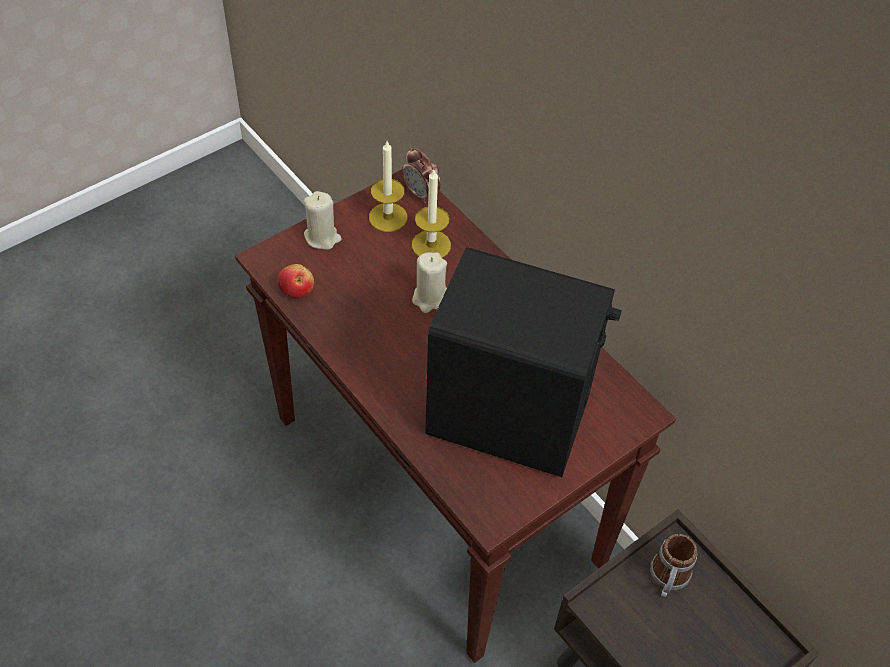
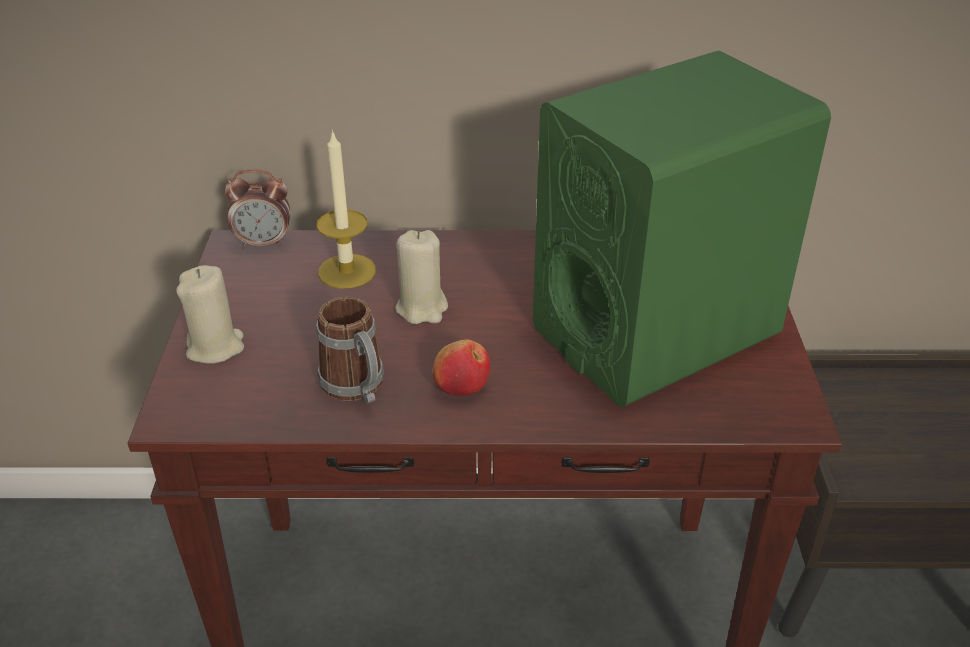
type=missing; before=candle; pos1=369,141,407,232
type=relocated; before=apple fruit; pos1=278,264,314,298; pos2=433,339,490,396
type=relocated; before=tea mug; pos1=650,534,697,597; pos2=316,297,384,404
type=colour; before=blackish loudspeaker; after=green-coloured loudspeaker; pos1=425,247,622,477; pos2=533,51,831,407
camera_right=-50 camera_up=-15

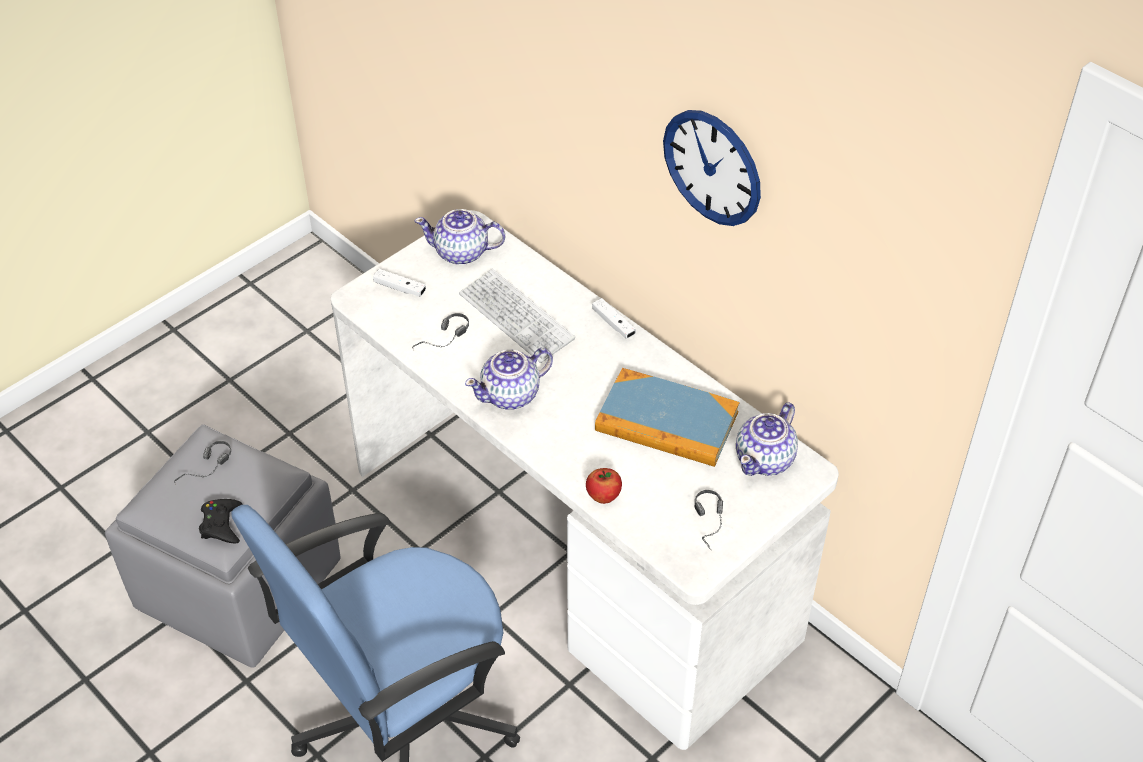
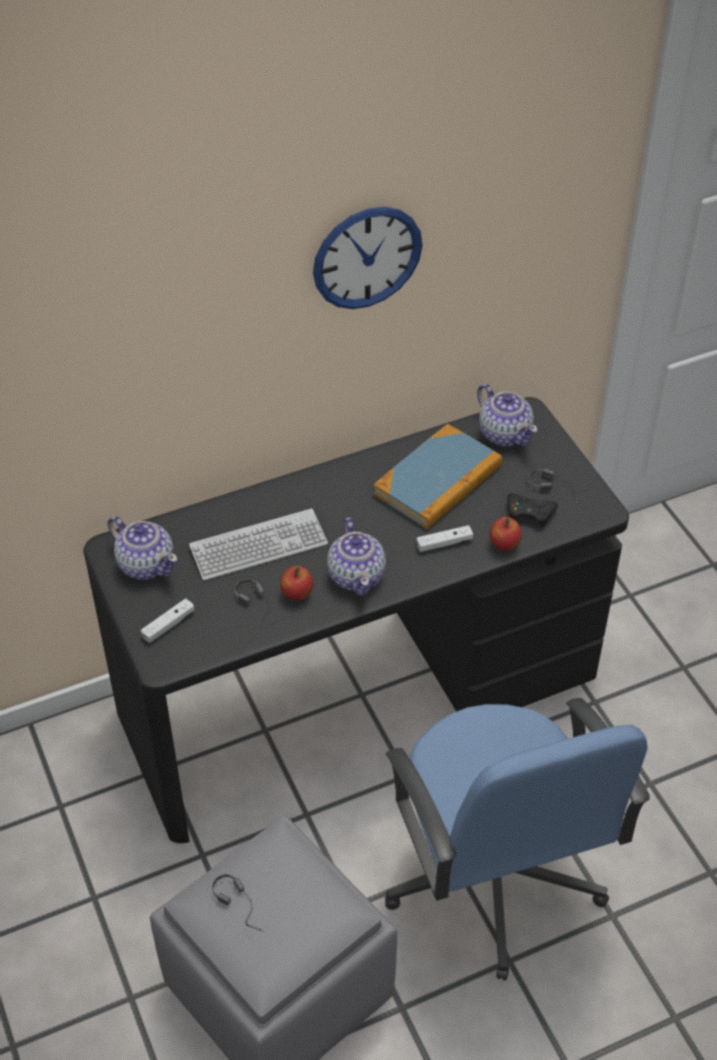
type=appeared; after=apple fruit; pos2=280,566,313,600
type=relocated; before=blackish gamepad; pos1=199,499,243,543; pos2=507,493,558,528
type=relocated; before=whitish gamepad; pos1=592,298,636,339; pos2=417,525,473,552
type=colour; before=whitish desk; after=blackish desk; pos1=331,210,839,750; pos2=83,397,629,843
type=spun; before=tea pot; pos1=415,209,505,265; pos2=108,516,178,580; turn=-75
camera_right=-70 camera_up=0

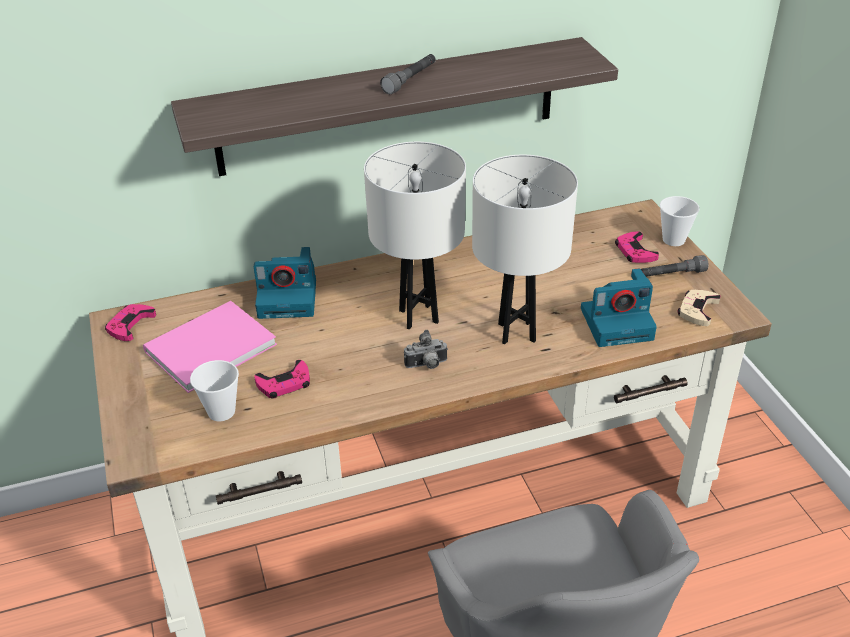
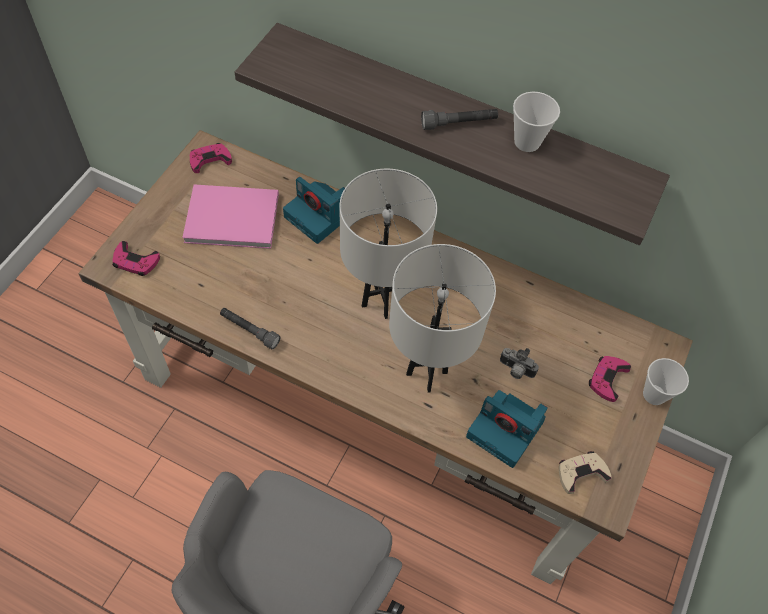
type=relocated; before=small cup; pos1=190,360,239,421; pos2=513,92,560,152
type=relocated; before=pink-coloured gamepad; pos1=255,360,310,399; pos2=112,241,160,276
type=relocated; before=still camera; pos1=404,330,448,369; pos2=500,348,539,379
type=relocated; before=grey flashlight; pos1=641,255,709,277; pos2=220,308,281,349
camera_right=40 camera_up=20

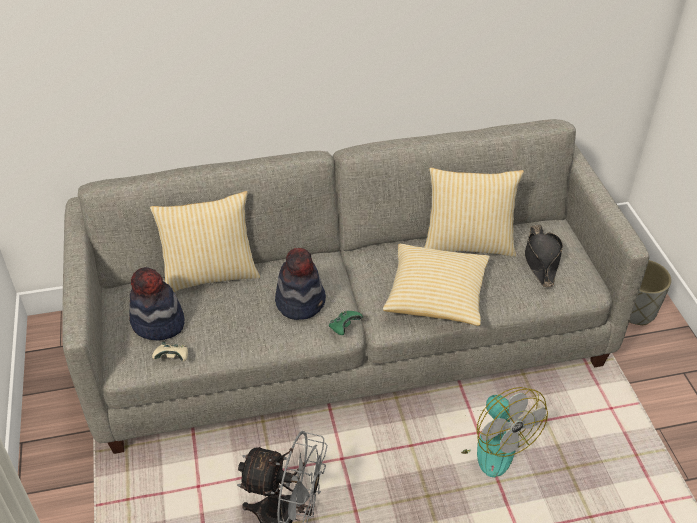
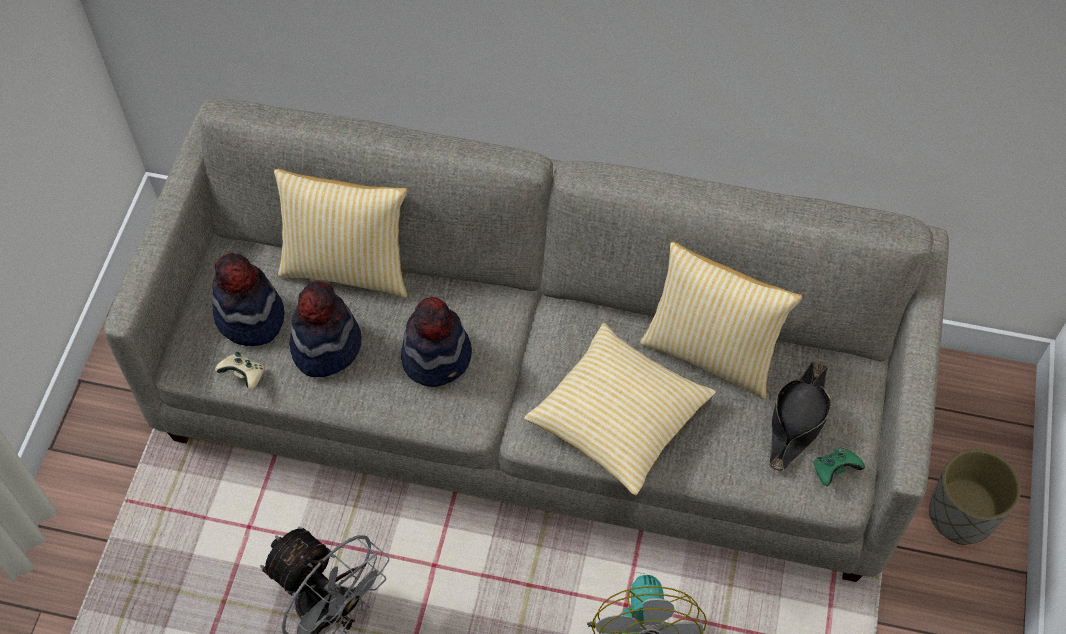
type=appeared; after=hat; pos2=290,281,361,377
type=relocated; before=green-coloured gamepad; pos1=329,311,363,335; pos2=813,448,865,486
camera_right=25 camera_up=15

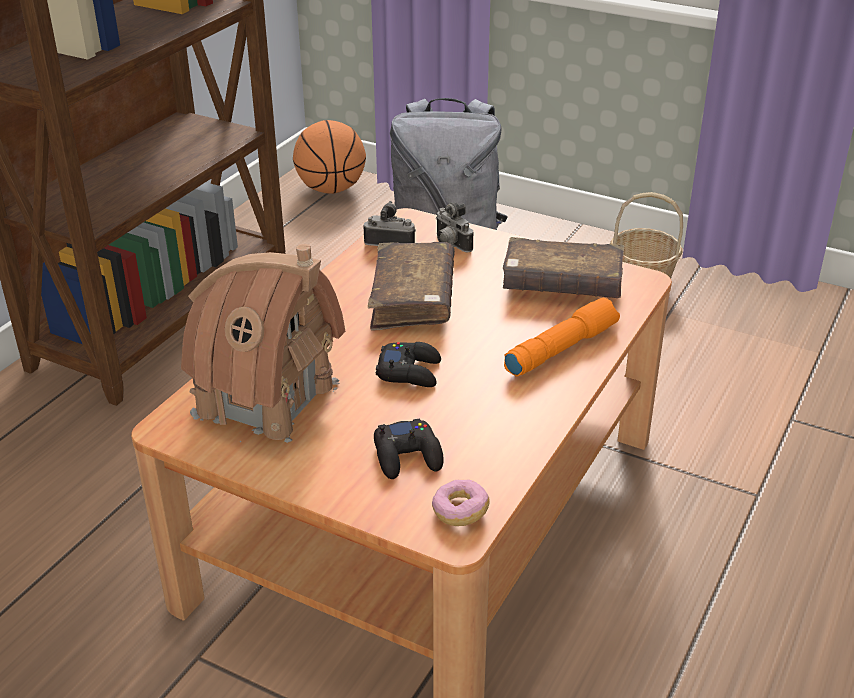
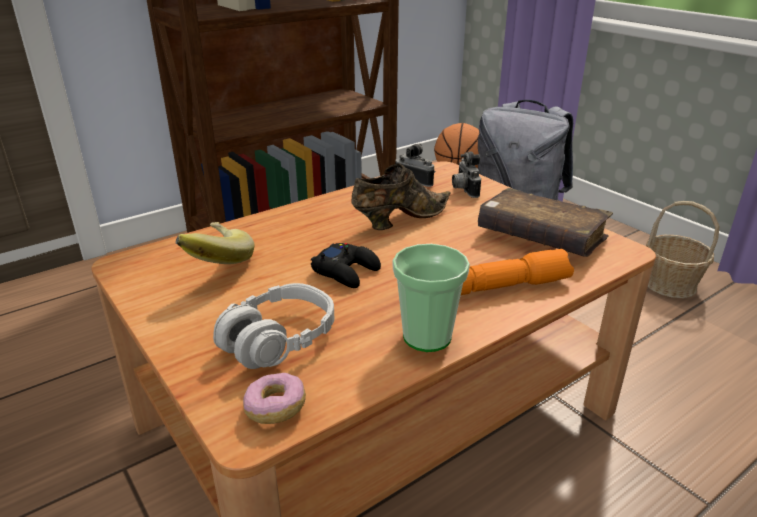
type=appeared; after=small cup; pos2=393,244,470,352
type=exchanged; before=miniature house; after=banana fruit; pos1=181,244,346,443; pos2=176,222,255,264
type=exchanged; before=brown volume; after=brown shoe; pos1=368,242,455,330; pos2=351,164,451,230
type=exchanged; before=blackish gamepad; after=grey headset; pos1=374,418,444,479; pos2=213,283,334,369
camera_right=25 camera_up=-5

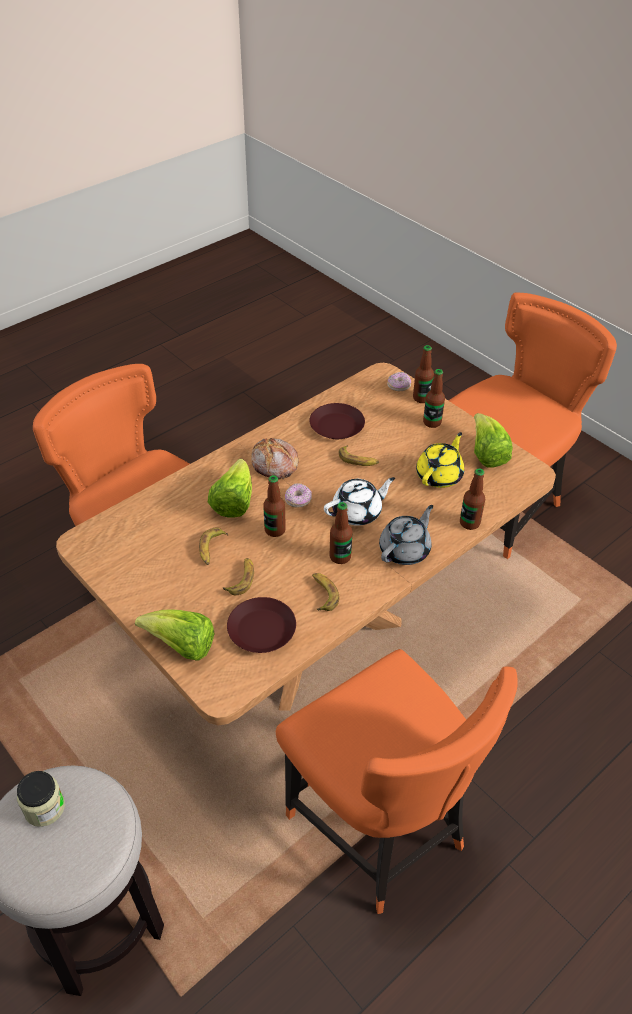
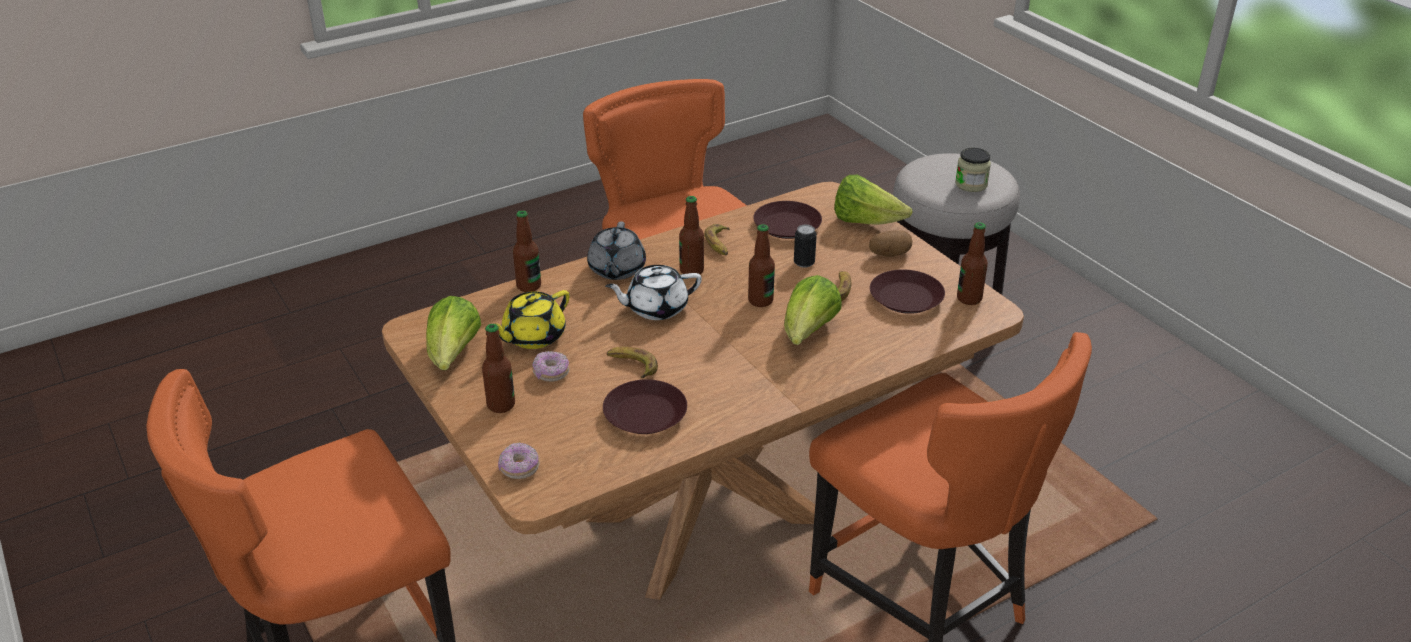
type=missing; before=bread; pos1=251,438,299,479
type=appeared; after=spud; pos2=869,230,912,257
type=appeared; after=brown plate; pos2=870,269,945,314
type=relocated; before=donut; pos1=285,483,312,508; pos2=532,351,569,382
type=relocated; before=bottle; pos1=413,345,434,403; pos2=957,222,988,305
type=exchanged; before=banana fruit; after=metal can; pos1=223,558,254,595; pos2=794,225,817,268
type=spun; before=grey tea pot; pos1=379,505,433,565; pos2=587,221,646,280; turn=-45
camera_right=-170 camera_up=-10

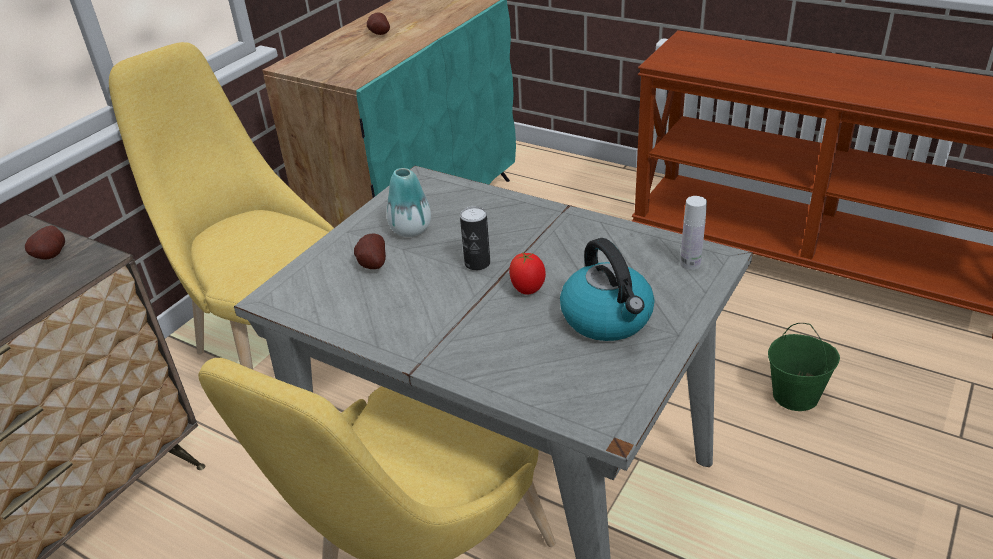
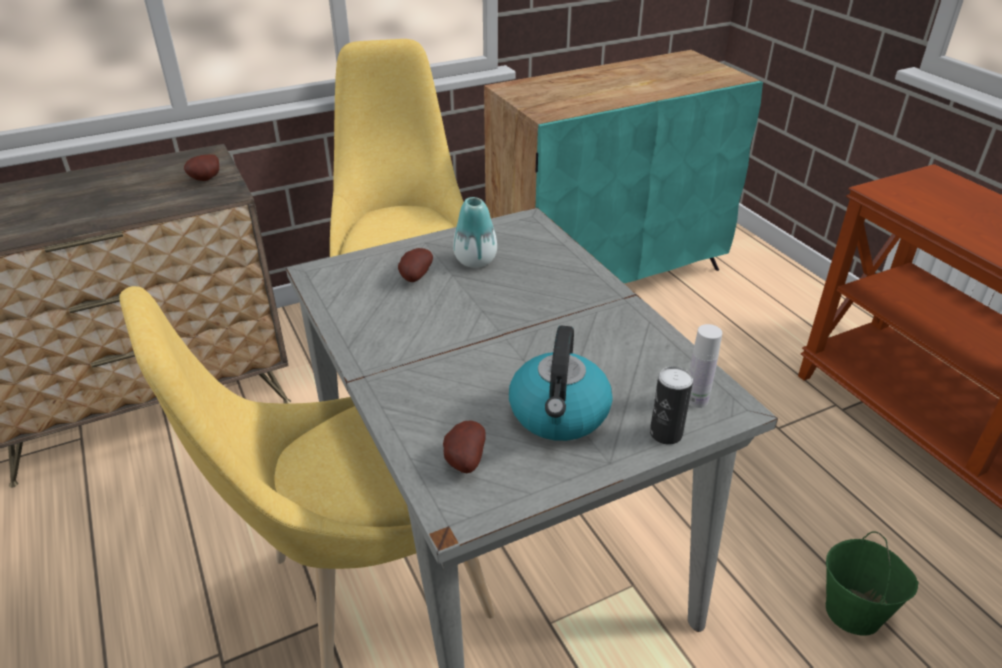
type=missing; before=tomato; pos1=509,252,546,295
type=relocated; before=spud; pos1=367,13,390,35; pos2=443,420,486,473
type=relocated; before=metal can; pos1=460,206,490,270; pos2=650,366,693,445
camera_right=30 camera_up=0

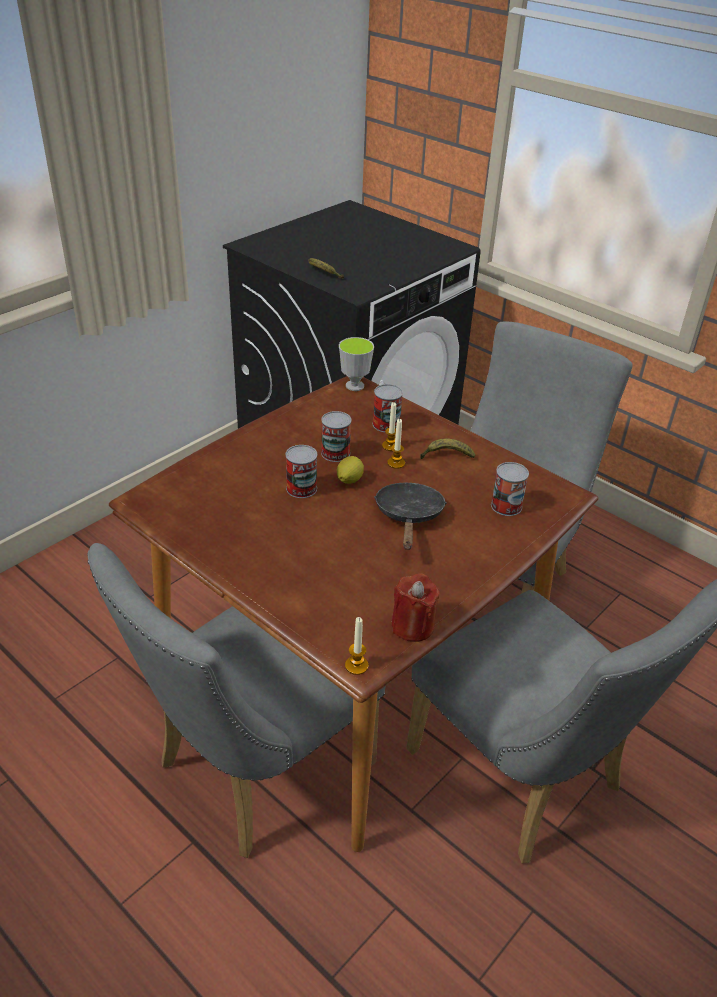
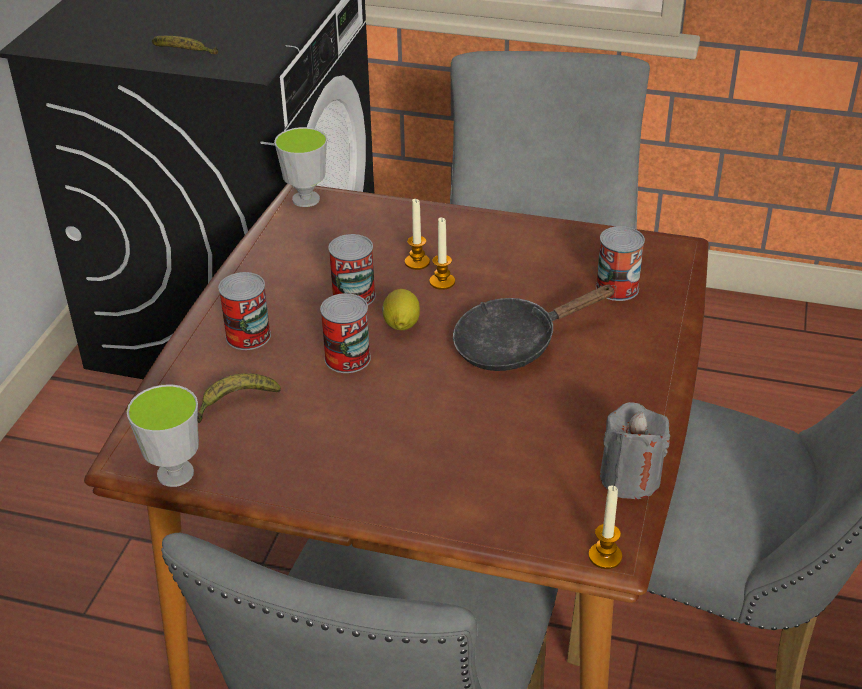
type=appeared; after=small cup; pos2=127,384,199,487
type=relocated; before=metal can; pos1=373,384,403,432; pos2=218,272,271,350
type=relocated; before=banana fruit; pos1=420,439,475,459; pos2=197,373,281,423
type=colour; before=red candle; after=grey candle; pos1=391,573,440,642; pos2=600,402,670,499
type=spun; before=blackish frying pan; pos1=374,483,447,550; pos2=453,284,616,371; turn=-90
camera_right=-25 camera_up=0

